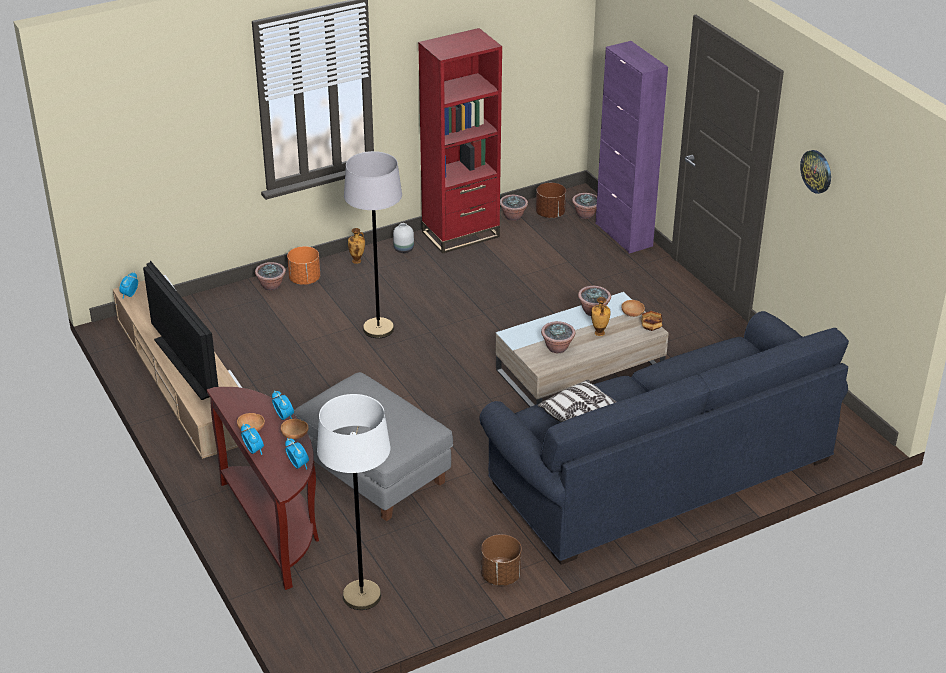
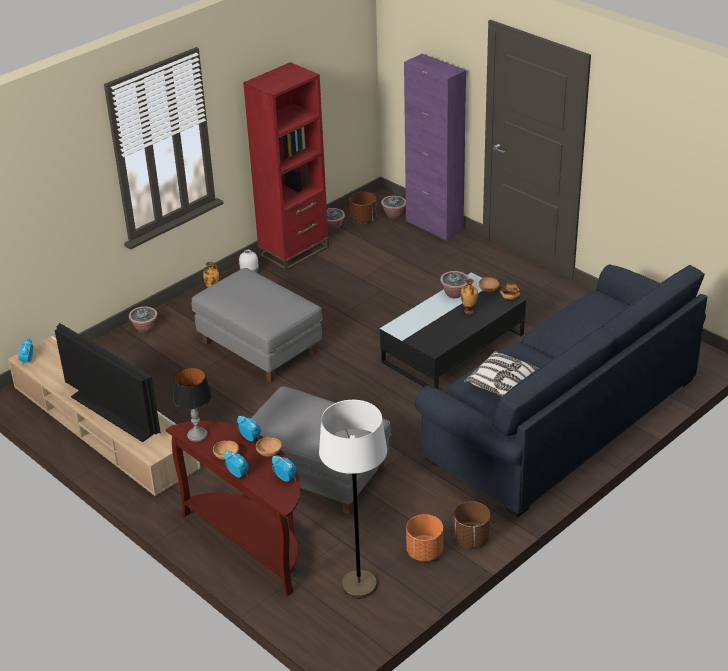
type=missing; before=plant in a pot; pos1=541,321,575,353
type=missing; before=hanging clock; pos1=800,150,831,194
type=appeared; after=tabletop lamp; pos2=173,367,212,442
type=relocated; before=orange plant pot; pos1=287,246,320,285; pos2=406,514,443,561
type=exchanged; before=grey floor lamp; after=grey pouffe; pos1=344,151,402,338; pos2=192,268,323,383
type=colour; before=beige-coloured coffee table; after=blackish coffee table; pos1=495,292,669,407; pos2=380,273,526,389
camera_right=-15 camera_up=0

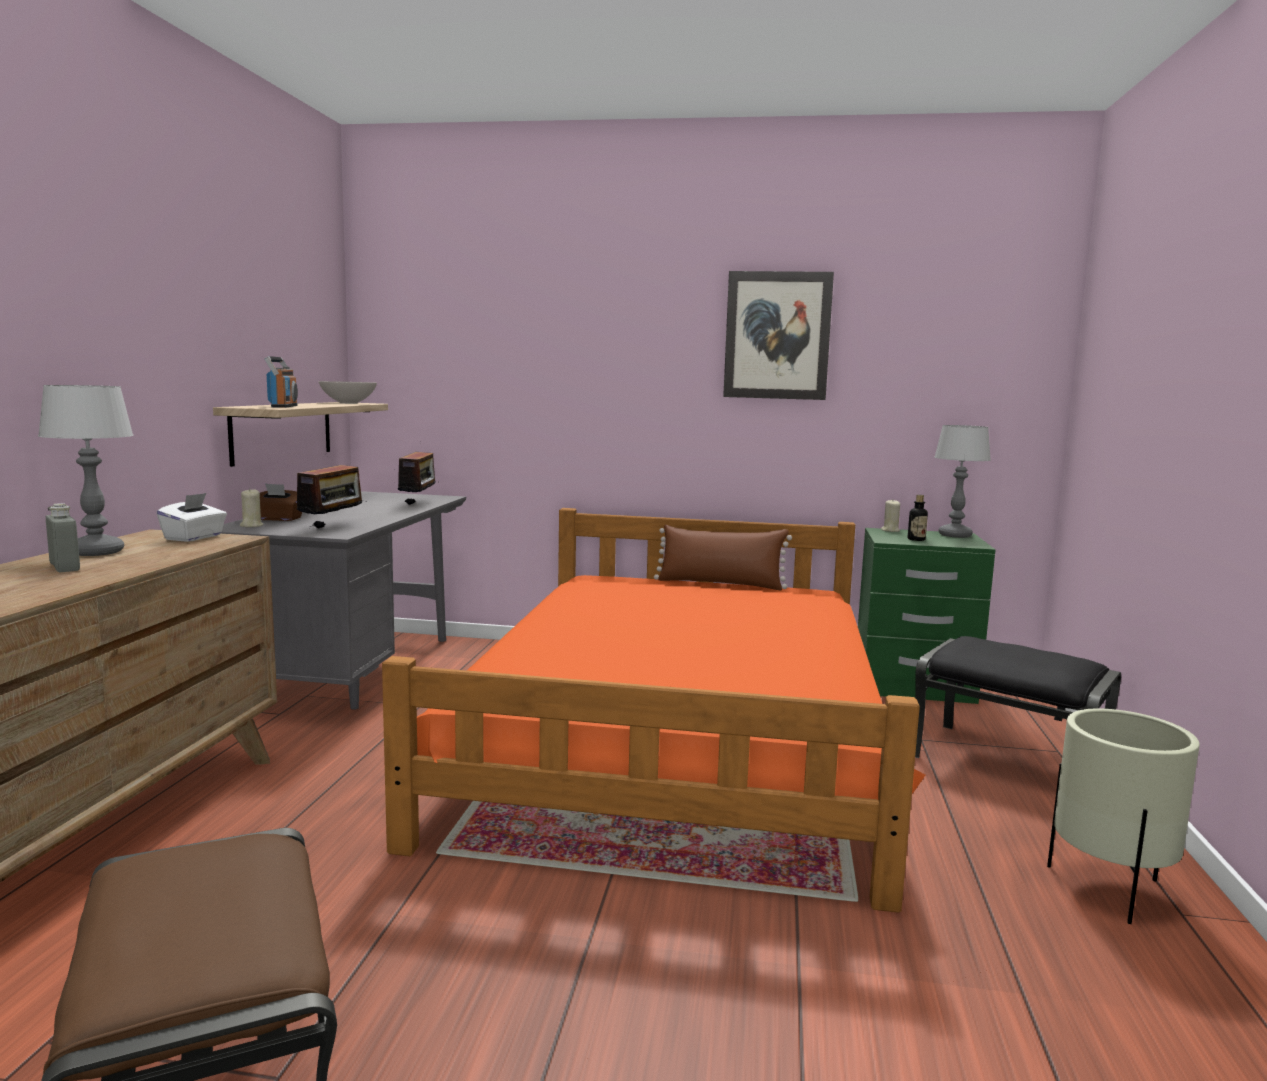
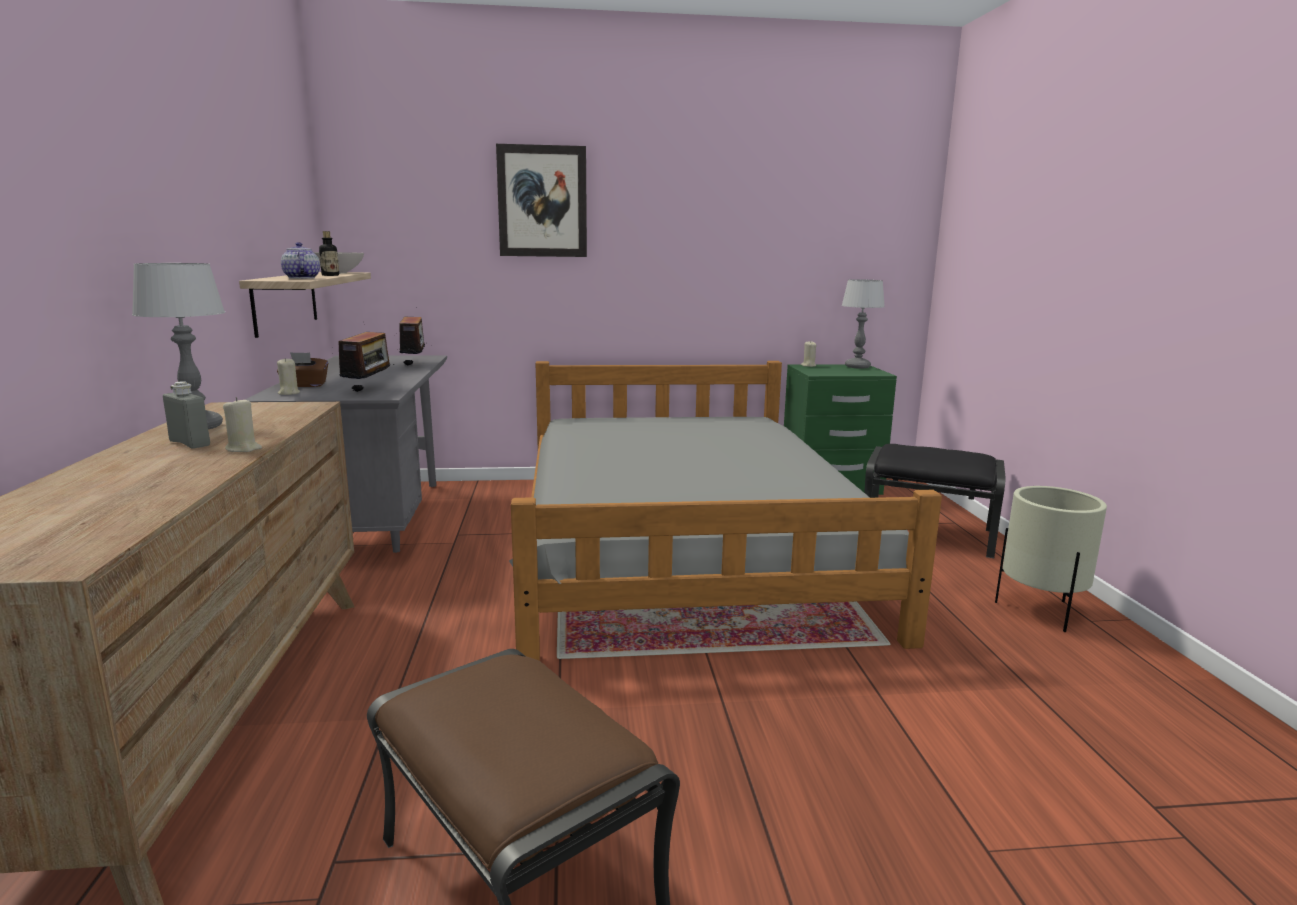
type=missing; before=whitish tissue box; pos1=157,493,227,542
type=missing; before=brown cushion; pos1=654,525,792,590
type=appeared; after=beige-coloured candle; pos2=223,397,262,452
type=relocated; before=wall picture; pos1=723,271,834,400; pos2=496,144,587,257
type=relocated; before=bottle; pos1=908,495,928,541; pos2=319,231,339,276
type=exchanged; before=radio receiver; after=tea pot; pos1=264,356,298,408; pos2=281,242,320,279
type=colour; before=orange sleeping bed; after=grey sleeping bed; pos1=382,508,925,913; pos2=509,361,942,661
camera_right=-15 camera_up=5

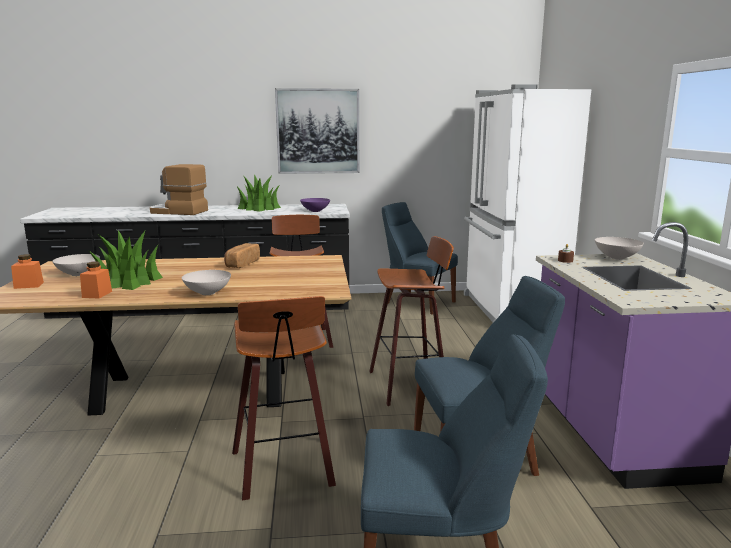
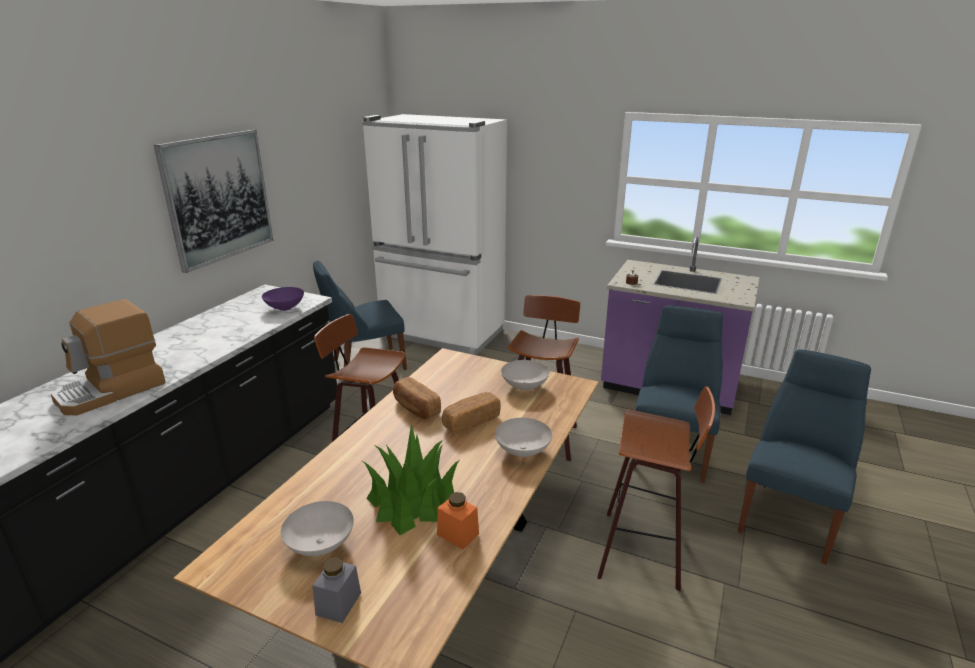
type=missing; before=plant in a pot; pos1=237,174,281,212
type=appeared; after=bread; pos2=442,392,501,434
type=relocated; before=whitish deep dish; pos1=595,237,644,260; pos2=501,360,549,391
type=colour; before=orange jar; after=grey jar; pos1=11,254,44,289; pos2=312,557,361,623
camera_right=-60 camera_up=10

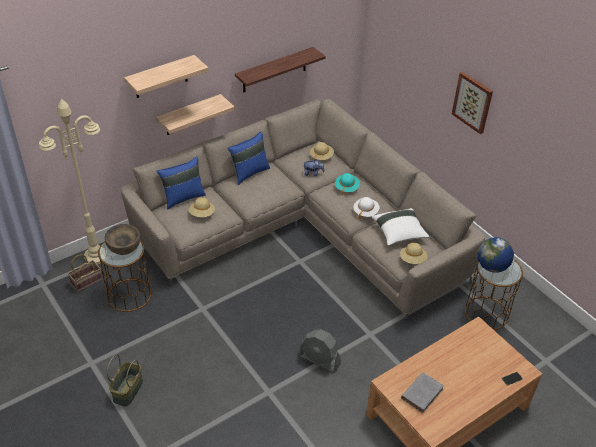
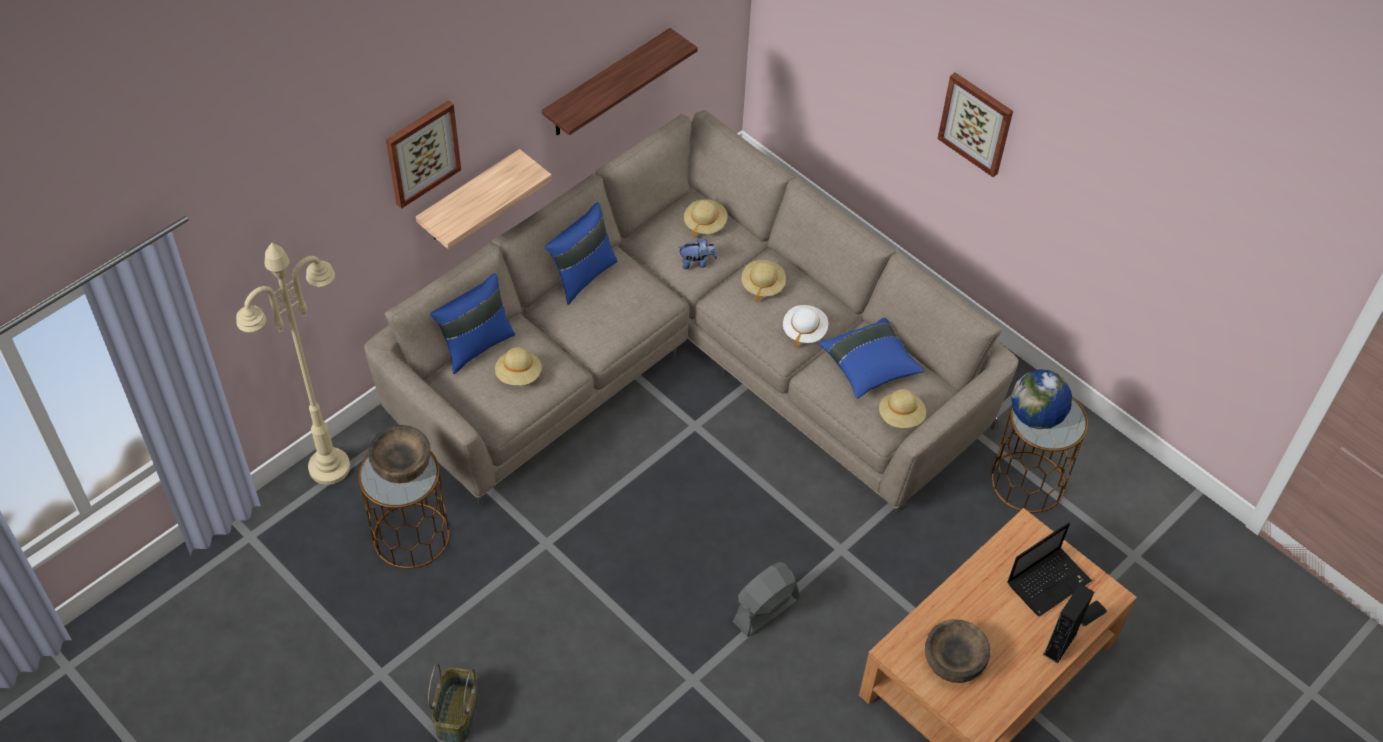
type=missing; before=household basket; pos1=68,254,103,293
type=appeared; after=notebook computer; pos2=1008,522,1092,617
type=appeared; after=blackish loudspeaker; pos2=1043,584,1094,664
type=exchanged; before=wall shelf; after=wall picture; pos1=124,55,208,98; pos2=386,100,461,209
type=exchanged; before=grey volume; after=brown deep dish; pos1=401,372,444,413; pos2=925,619,991,683
type=colour; before=blue-green hat; after=beige-coloured hat; pos1=335,173,360,195; pos2=741,260,786,302
type=colour; before=whitish cushion; after=blue-coloured cushion; pos1=371,208,430,246; pos2=818,318,924,399
type=spun; before=grey cooling fan; pos1=299,329,341,373; pos2=733,562,800,637; turn=120
camera_right=-10 camera_up=10

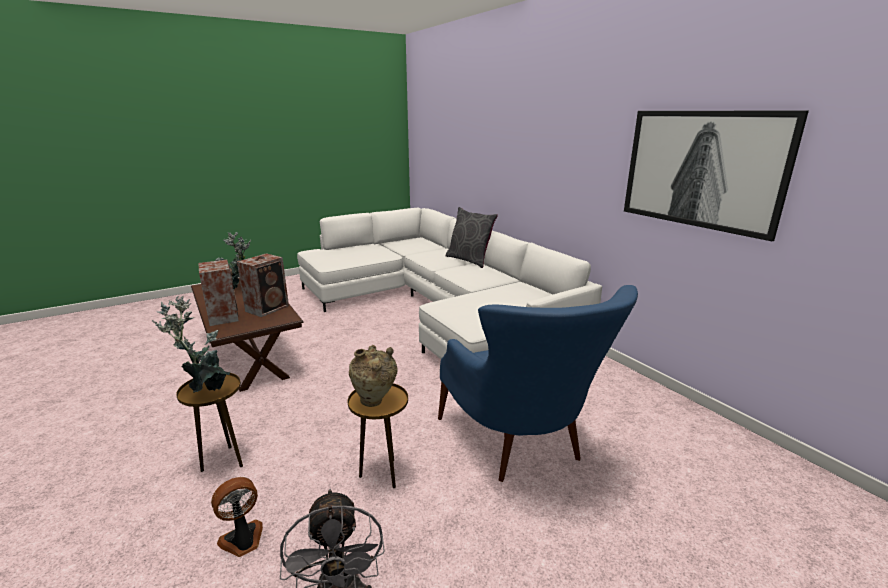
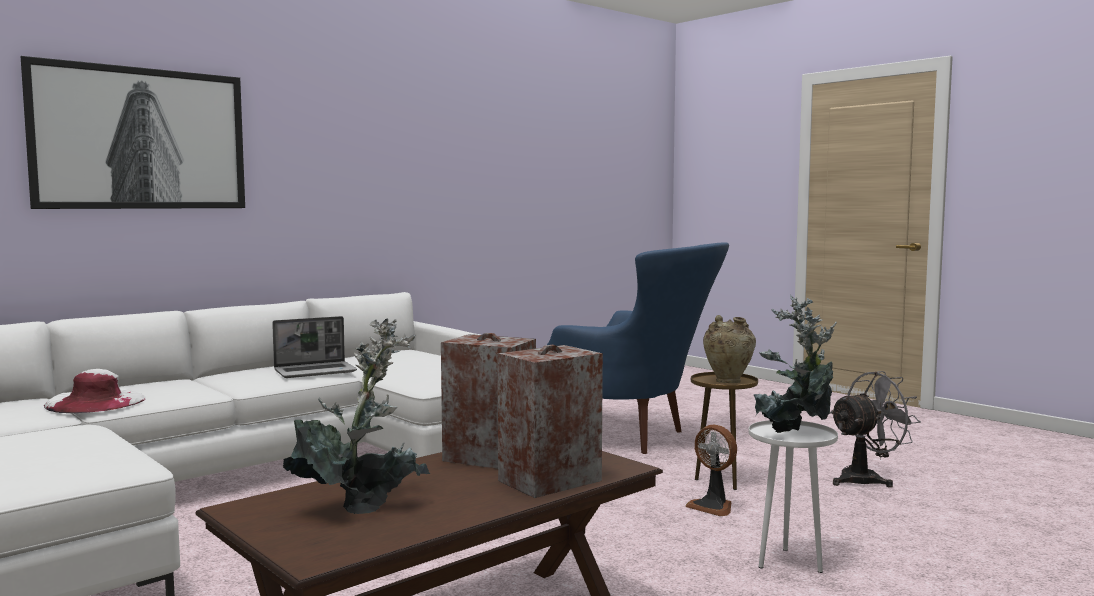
type=missing; before=grey cushion; pos1=446,207,498,268
type=appeared; after=whitish hat; pos2=44,369,146,413
type=appeared; after=notebook computer; pos2=272,316,357,378
type=relocated; before=cooling fan; pos1=211,477,263,557; pos2=686,425,737,516
type=relocated; before=wall picture; pos1=624,111,809,241; pos2=21,56,245,209
type=colour; before=brown side table; after=whitish side table; pos1=176,373,243,472; pos2=749,420,838,573
type=spun; before=blue-coloured armchair; pos1=438,285,638,482; pos2=547,242,729,454; turn=60
camera_right=-100 camera_up=-15

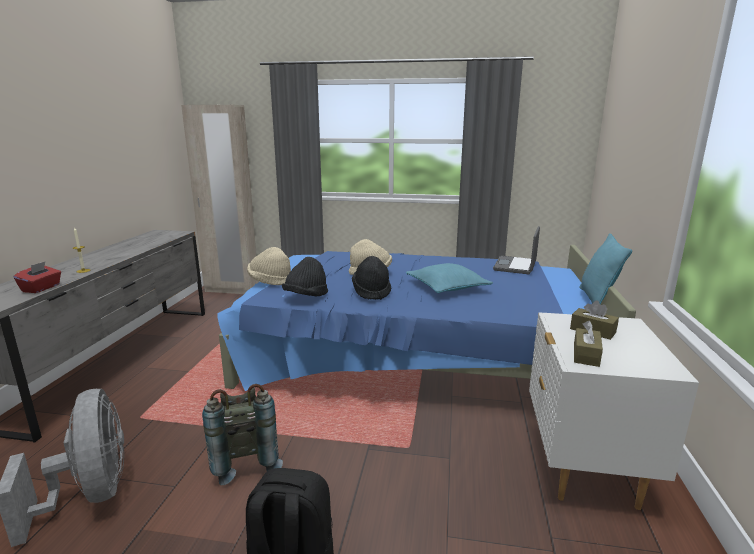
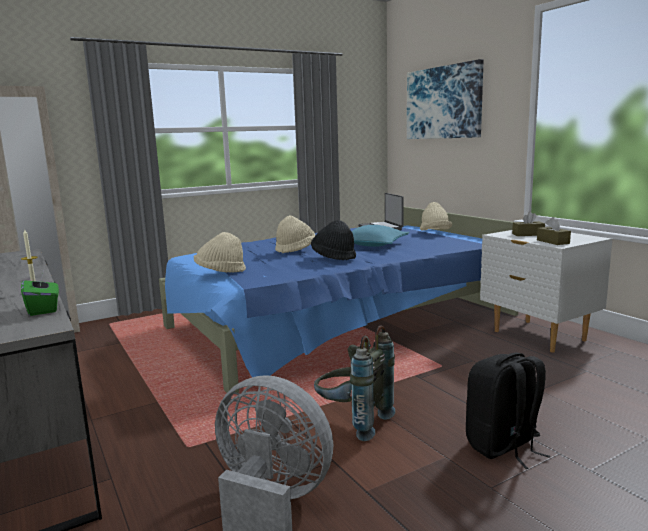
type=missing; before=blackish hat; pos1=282,257,328,296
type=missing; before=blue-green cushion; pos1=579,233,632,304
type=appeared; after=wall picture; pos2=407,59,484,139
type=appeared; after=beige-coloured hat; pos2=420,202,452,230
type=colour; before=red tissue box; after=green-coloured tissue box; pos1=13,261,61,293; pos2=21,271,59,316
camera_right=-40 camera_up=-5

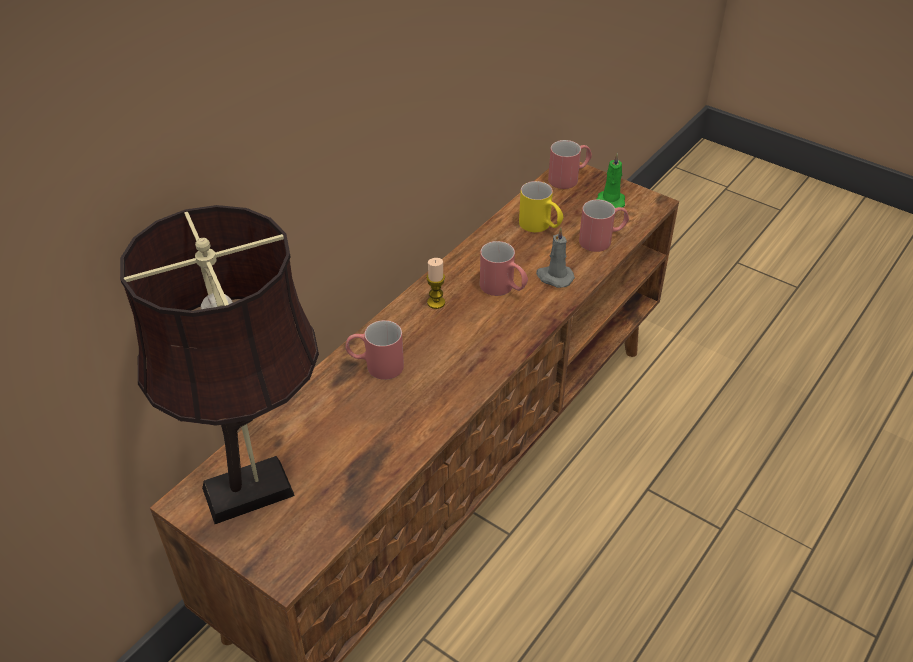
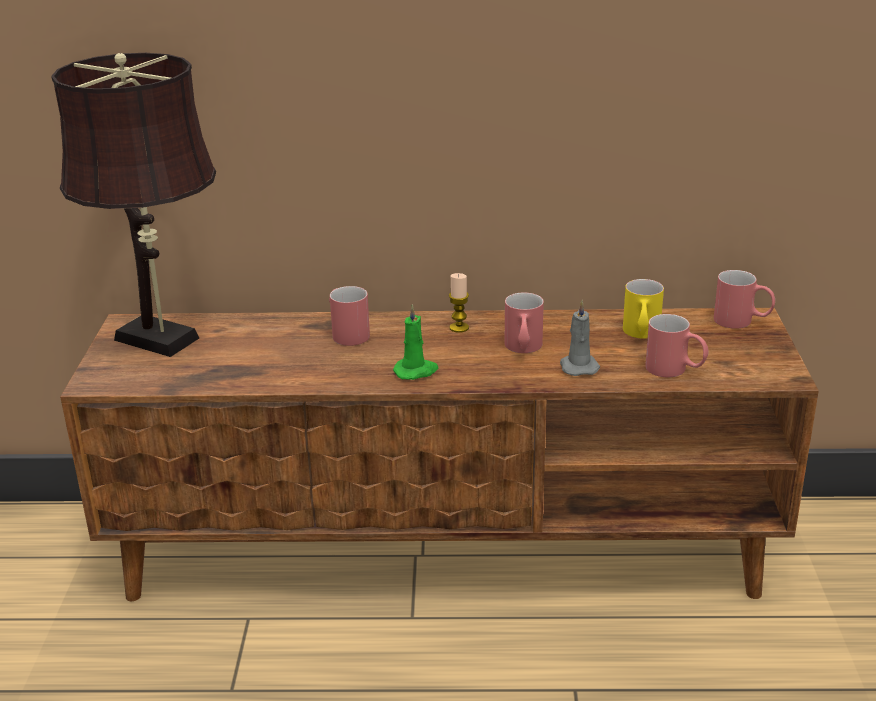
type=relocated; before=green-coloured candle; pos1=597,153,625,208; pos2=393,304,439,380
camera_right=55 camera_up=-15

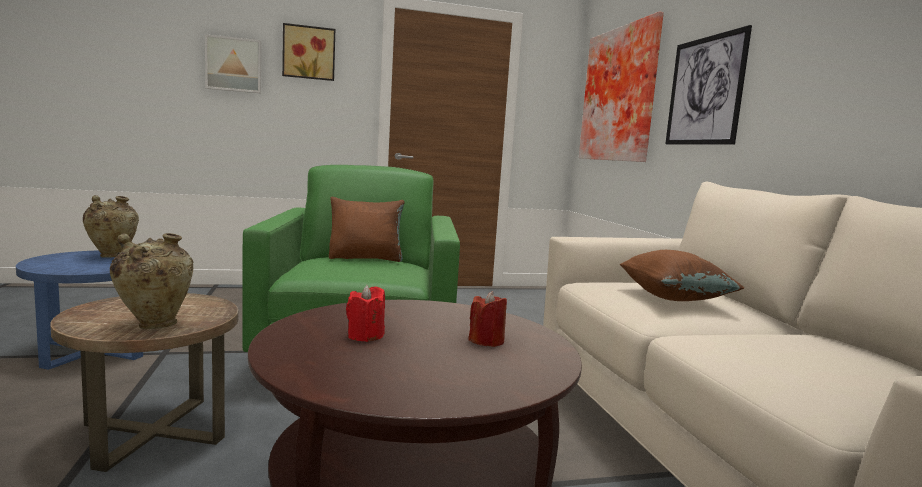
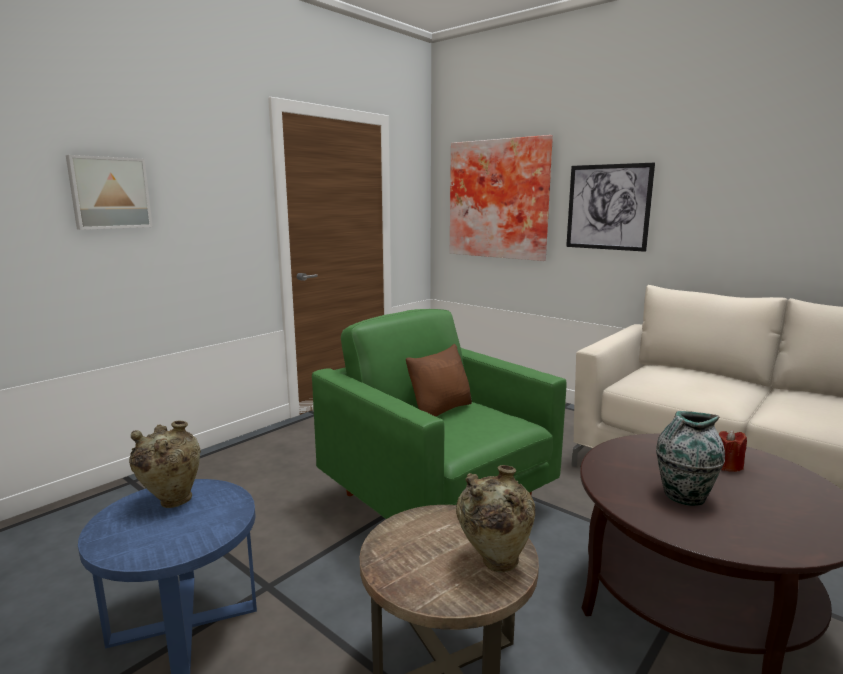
type=missing; before=wall picture; pos1=282,23,335,81
type=missing; before=brown cushion; pos1=620,250,744,301
type=exchanged; before=red candle; after=flower vase; pos1=346,285,385,342; pos2=656,411,725,506
camera_right=-35 camera_up=5

